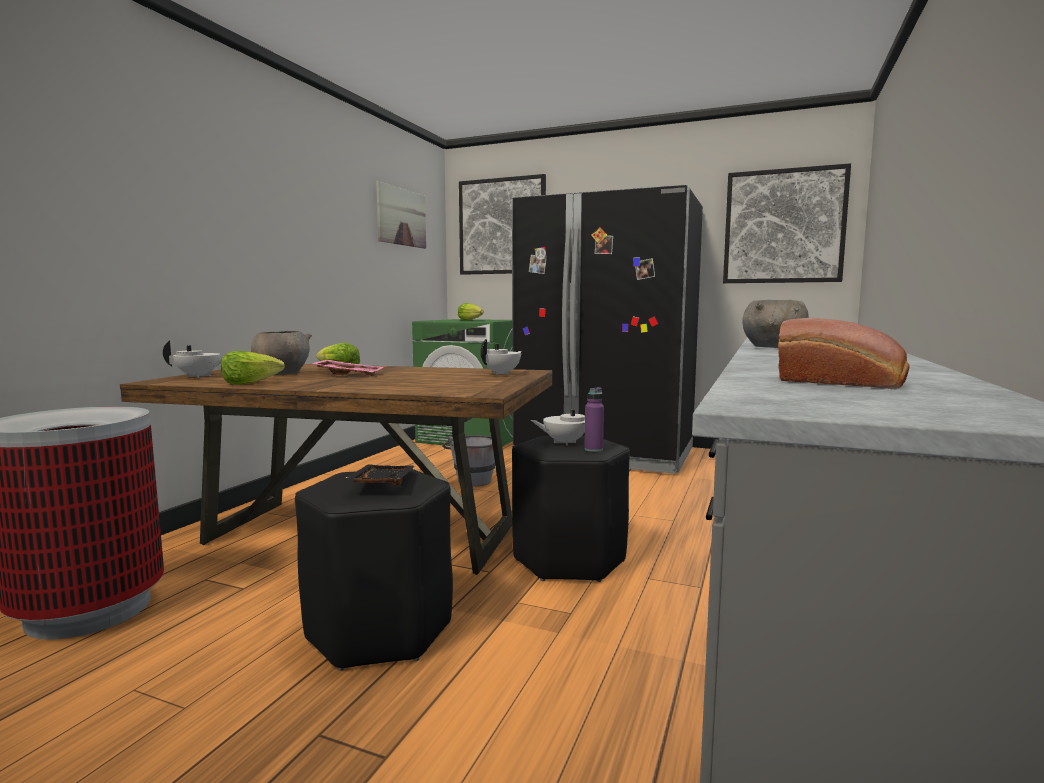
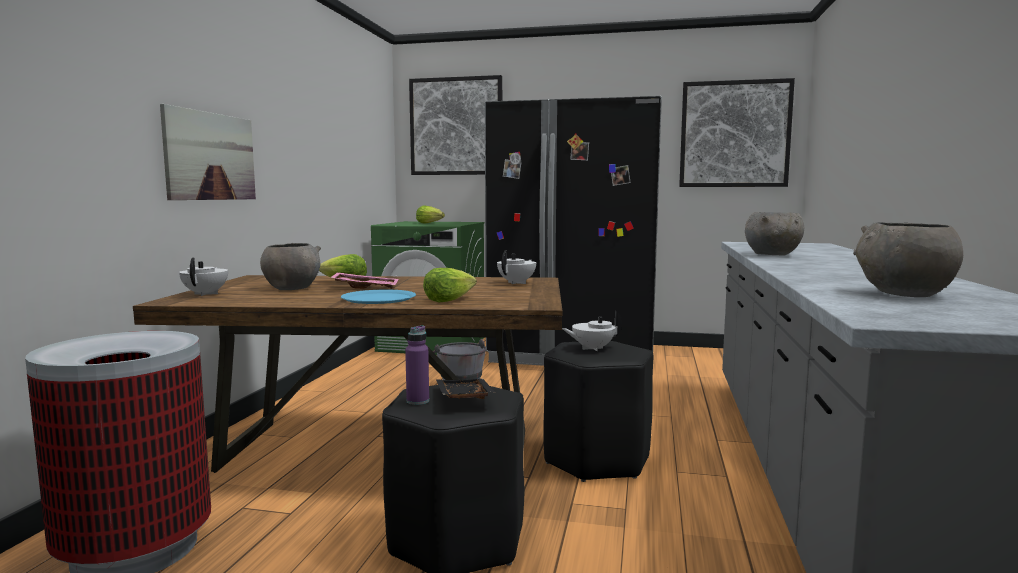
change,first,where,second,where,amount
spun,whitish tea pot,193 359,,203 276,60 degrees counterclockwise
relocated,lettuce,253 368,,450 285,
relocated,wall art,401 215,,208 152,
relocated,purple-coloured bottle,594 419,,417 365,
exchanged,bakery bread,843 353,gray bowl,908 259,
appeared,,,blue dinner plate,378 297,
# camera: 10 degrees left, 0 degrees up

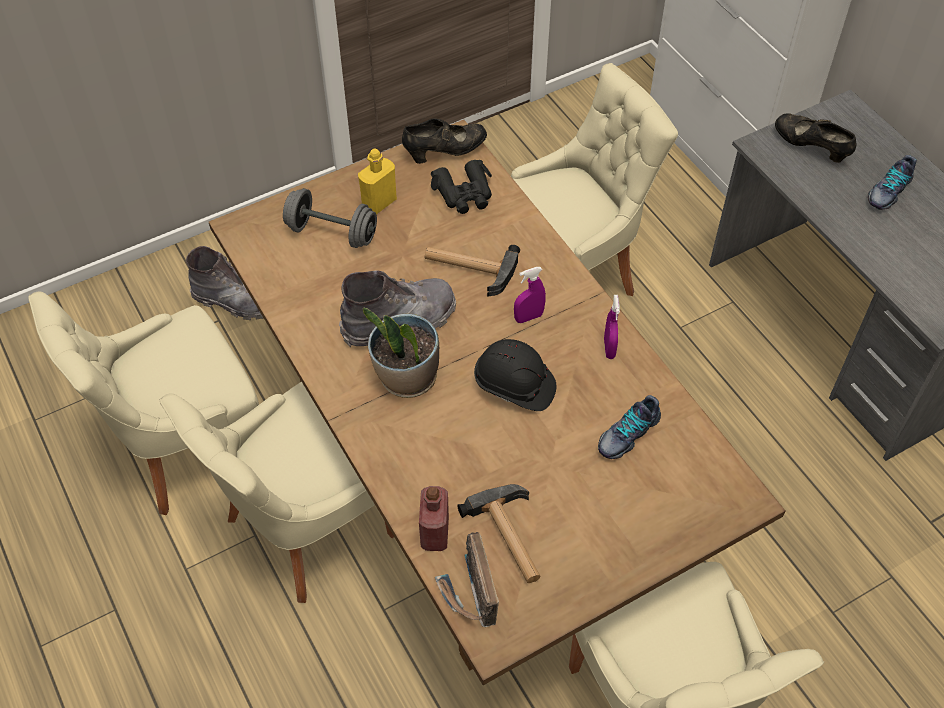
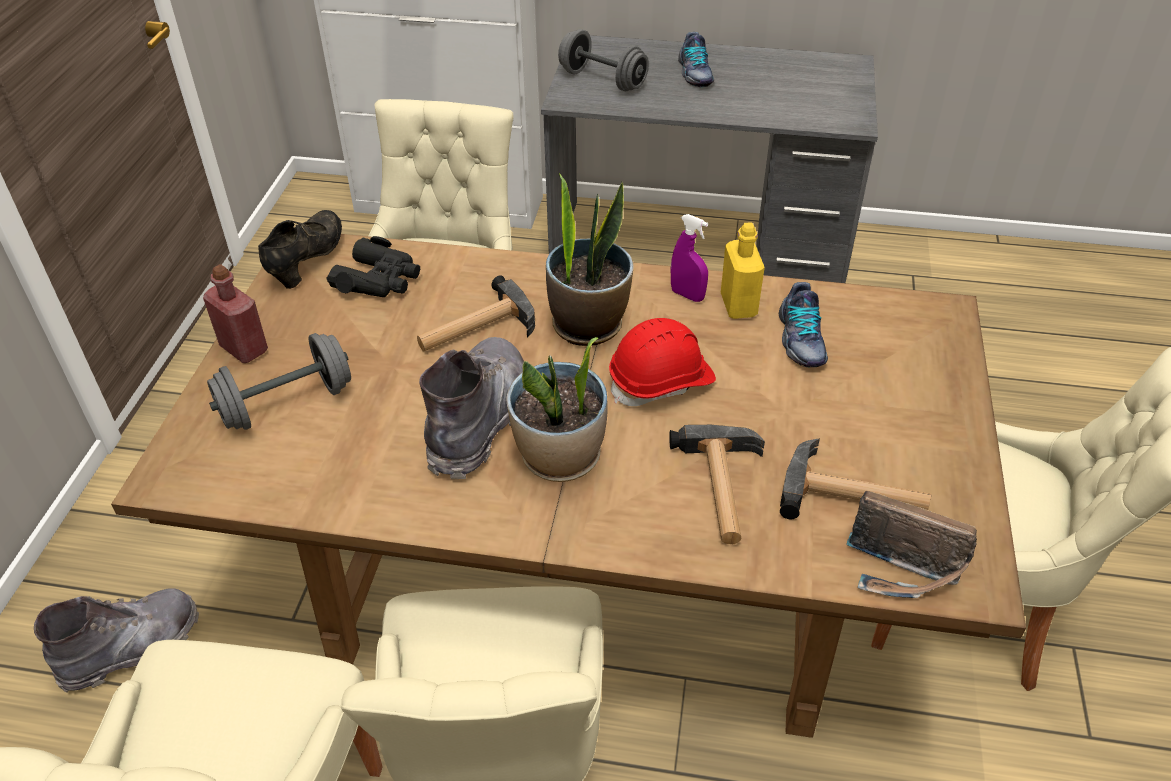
change,first,where,second,where,amount
relocated,yellow bottle,377 181,,743 270,
relocated,reddish bottle,434 518,,235 313,
colour,black hard hat,515 375,reddish hard hat,662 362,
exchanged,purple-coloured hand sprayer,530 295,houseplant,590 259,
exchanged,black shoe,816 138,gray free weight,603 60,
appeared,,,hammer,717 484,
# camera: 50 degrees left, 10 degrees down

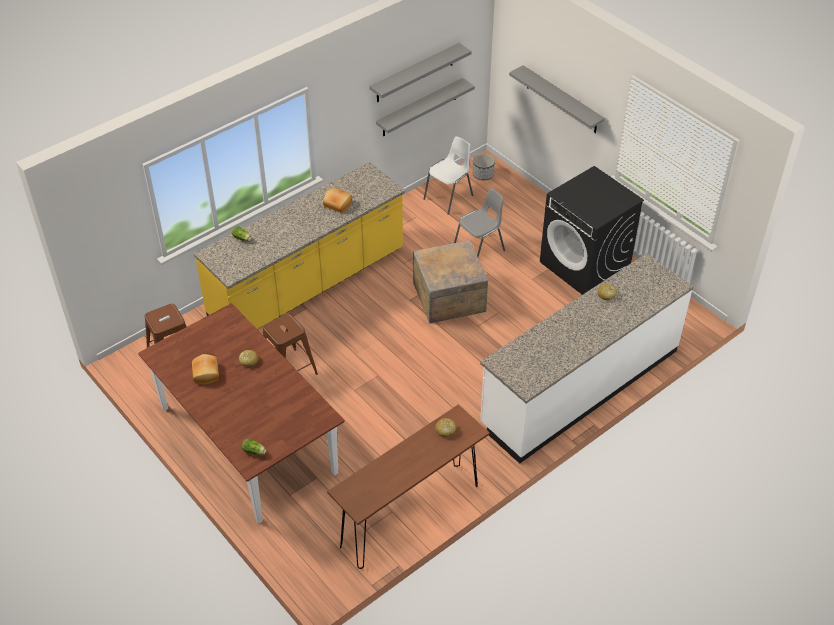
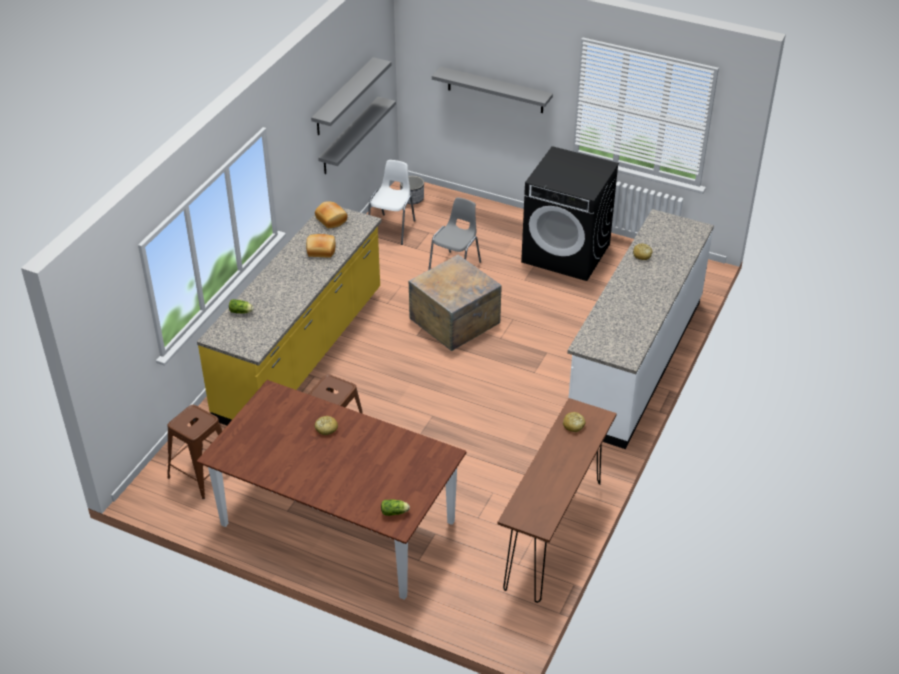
change,first,where,second,where,amount
relocated,bakery bread,205 369,,331 215,
# camera: 25 degrees left, 5 degrees down

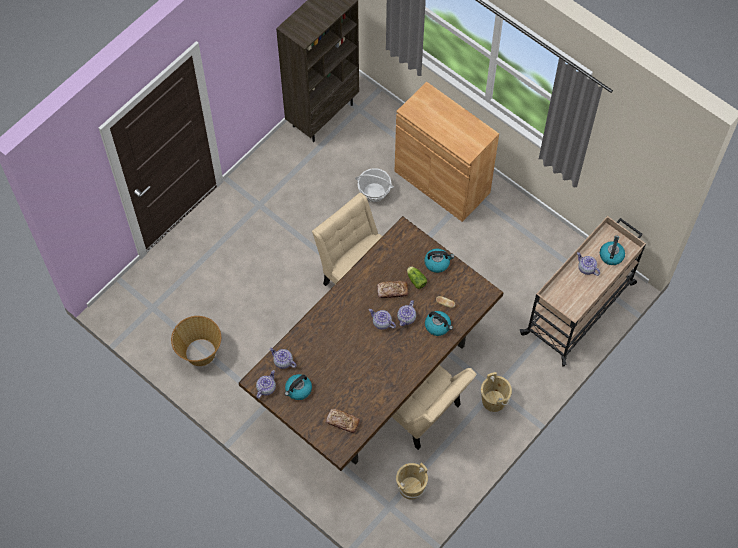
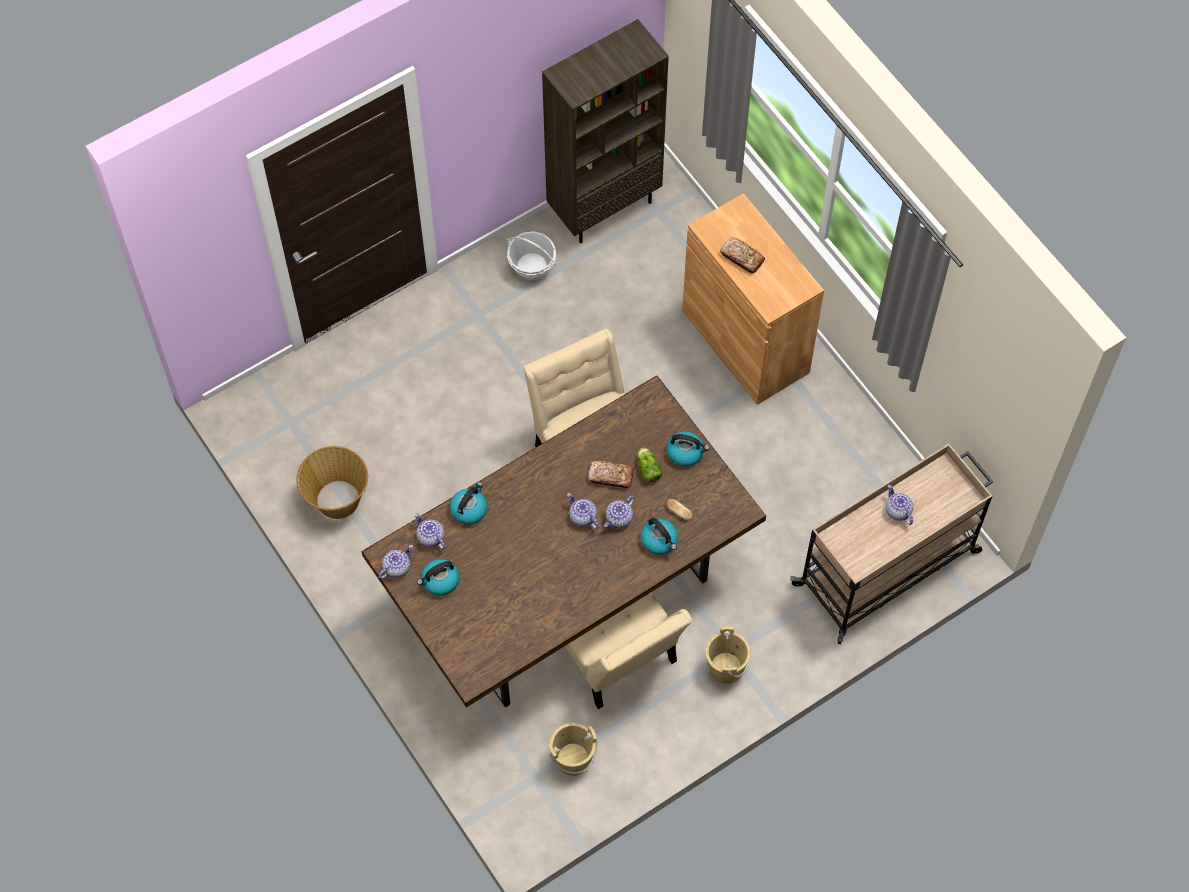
change,first,where,second,where,amount
relocated,bakery bread,343 421,,742 255,
relocated,basket,374 185,,531 255,
relocated,tea kettle,612 250,,468 503,
# camera: 15 degrees right, 0 degrees up

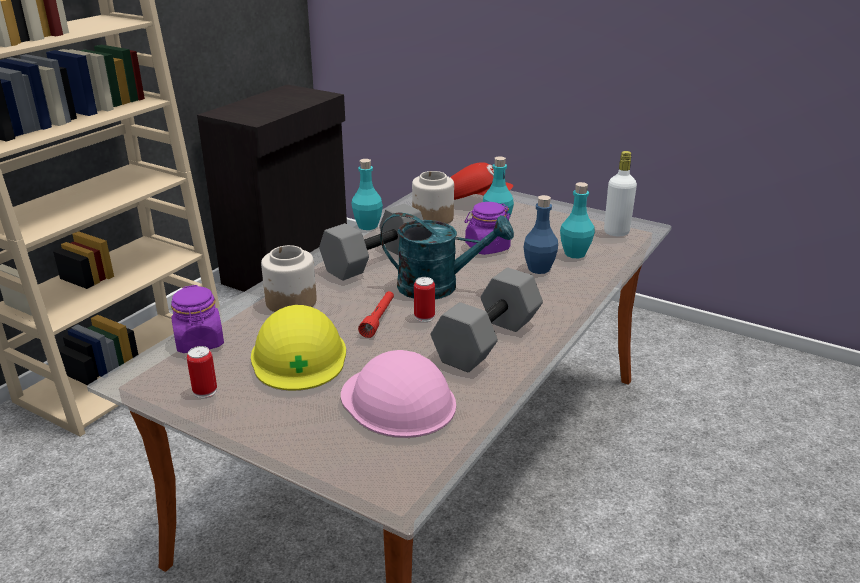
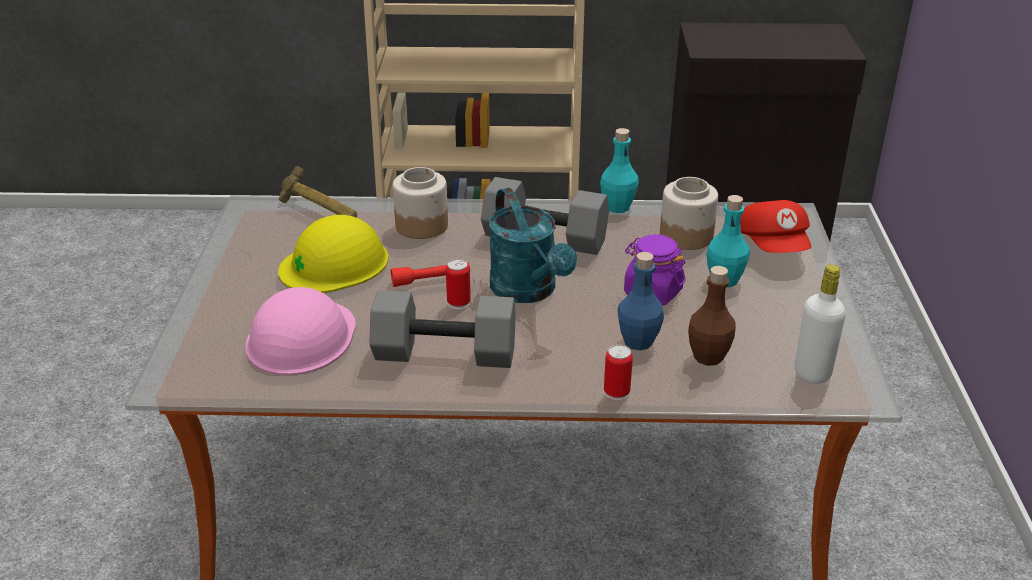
change,first,where,second,where,amount
exchanged,purple-coloured preserve jar,197 319,hammer,318 191,
relocated,can,202 372,,618 373,
colour,blue-green bottle,577 220,brown-coloured bottle,712 316,
# camera: 60 degrees right, 5 degrees up

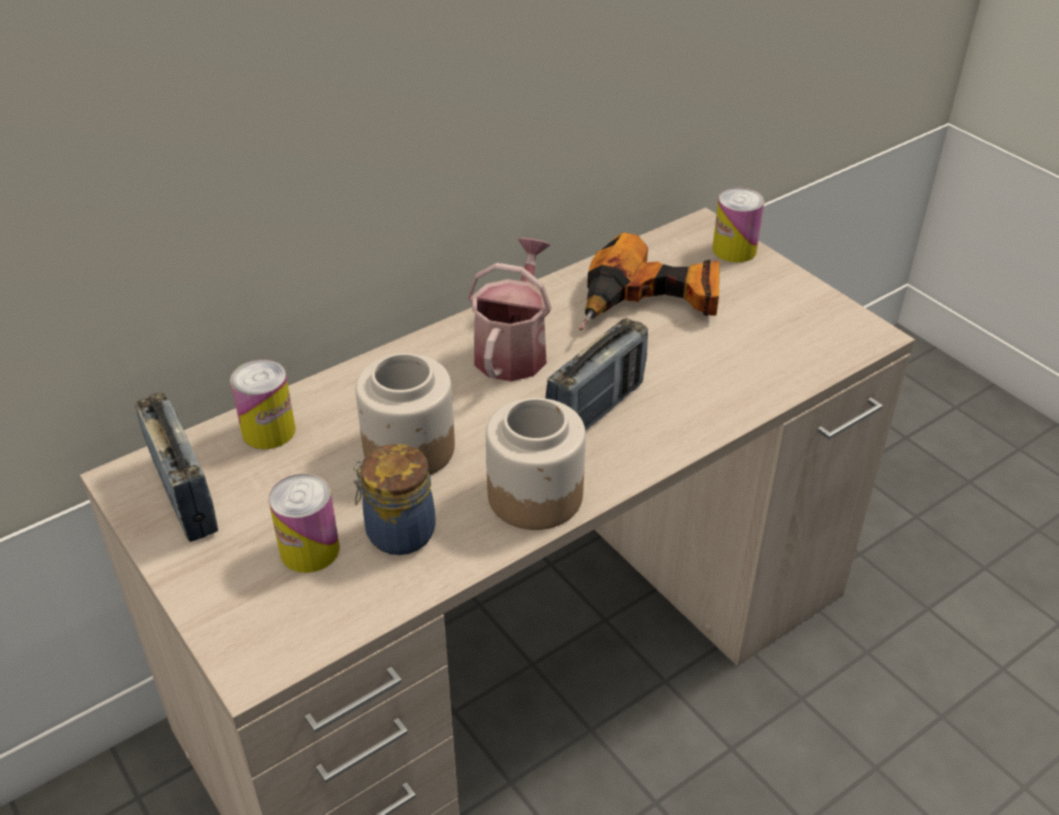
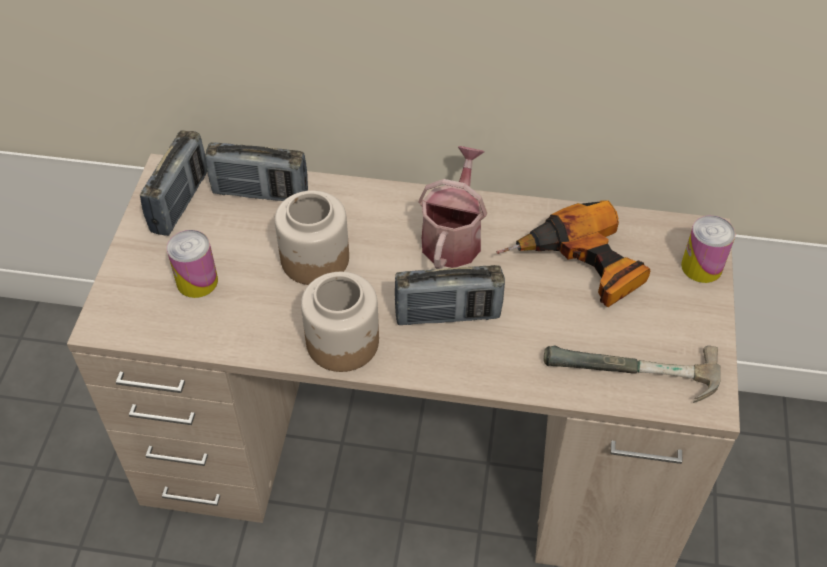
change,first,where,second,where,amount
exchanged,can,263 404,radio receiver,256 171,
missing,preserve jar,394 499,,,
spun,watering can,510 309,,452 207,45 degrees counterclockwise
appeared,,,hammer,632 374,
# camera: 45 degrees right, 10 degrees up

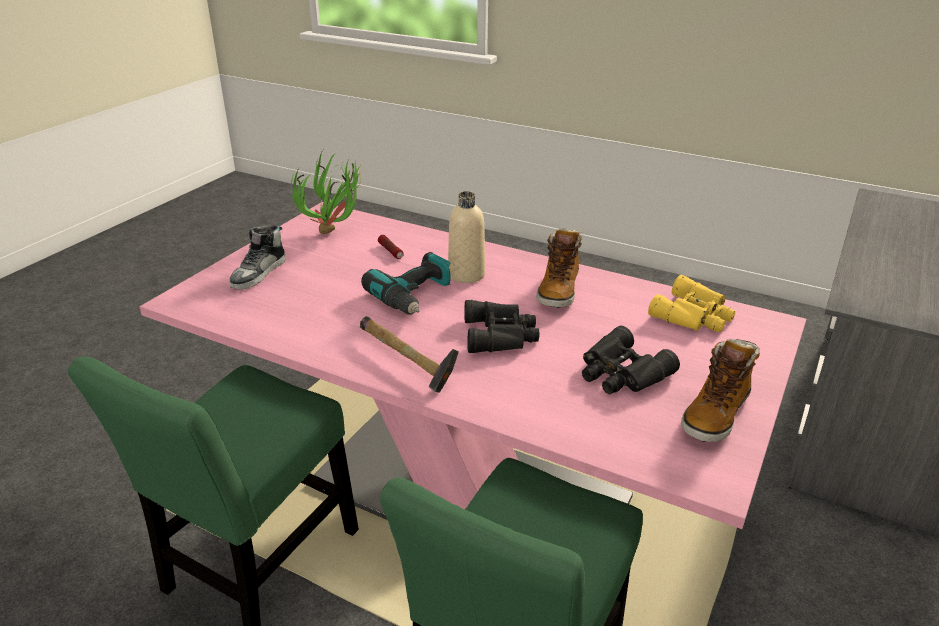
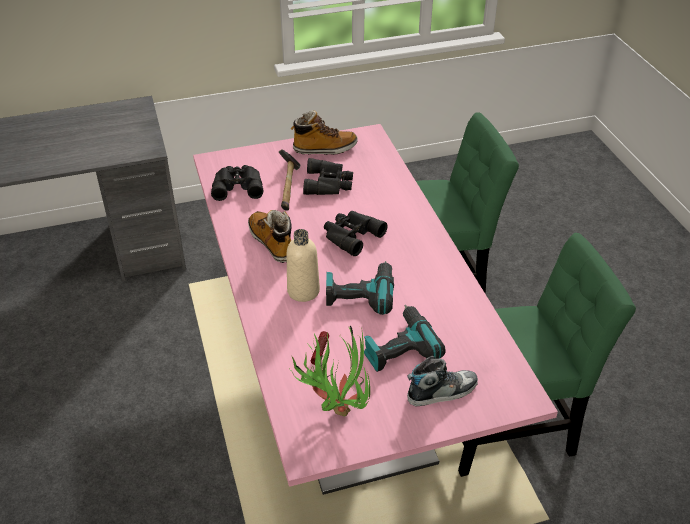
change,first,where,second,where,amount
relocated,hammer,409 354,,289 180,
spun,boot,559 268,,270 236,90 degrees counterclockwise
colour,yellow pair of binoculars,691 303,black pair of binoculars,237 183,
appeared,,,electric drill,405 338,
# camera: 135 degrees left, 10 degrees up

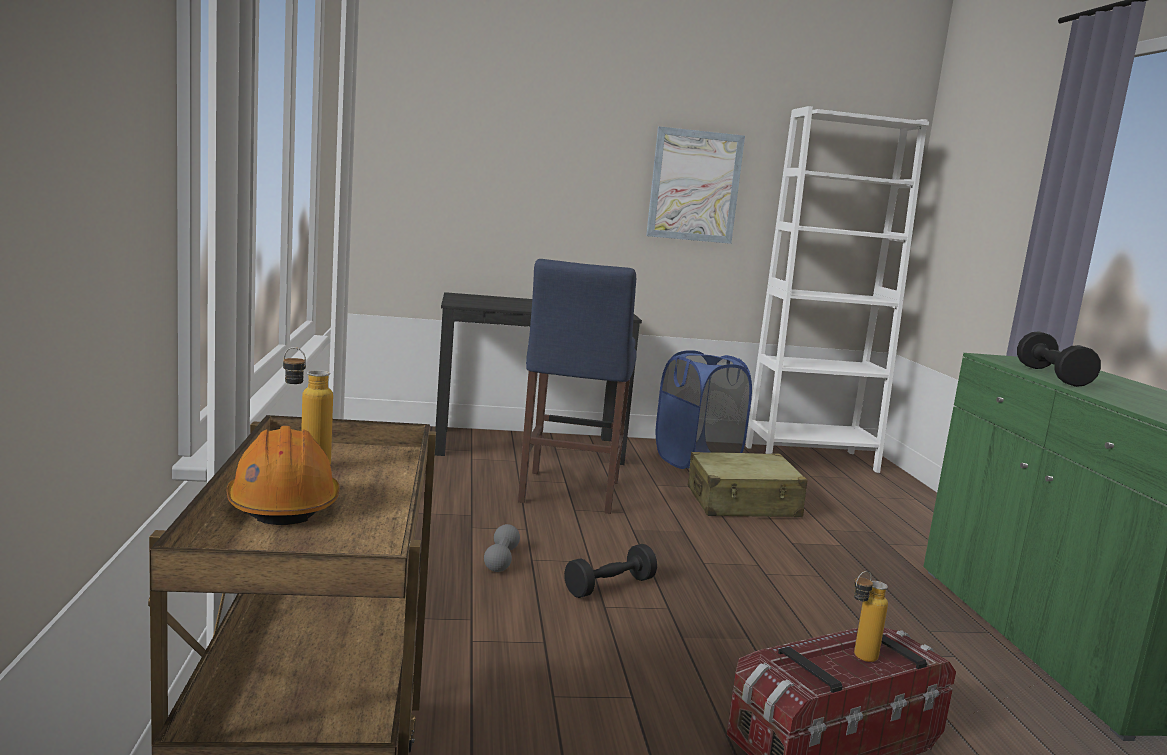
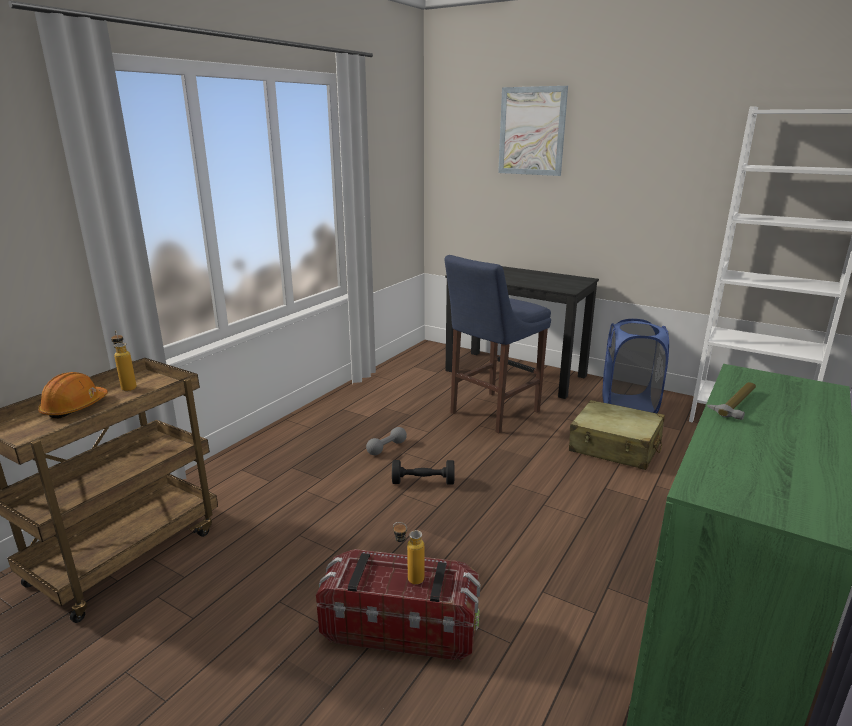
change,first,where,second,where,amount
relocated,wall art,695 185,,533 131,
exchanged,black free weight,1059 359,hammer,731 401,
# camera: 40 degrees right, 10 degrees up

